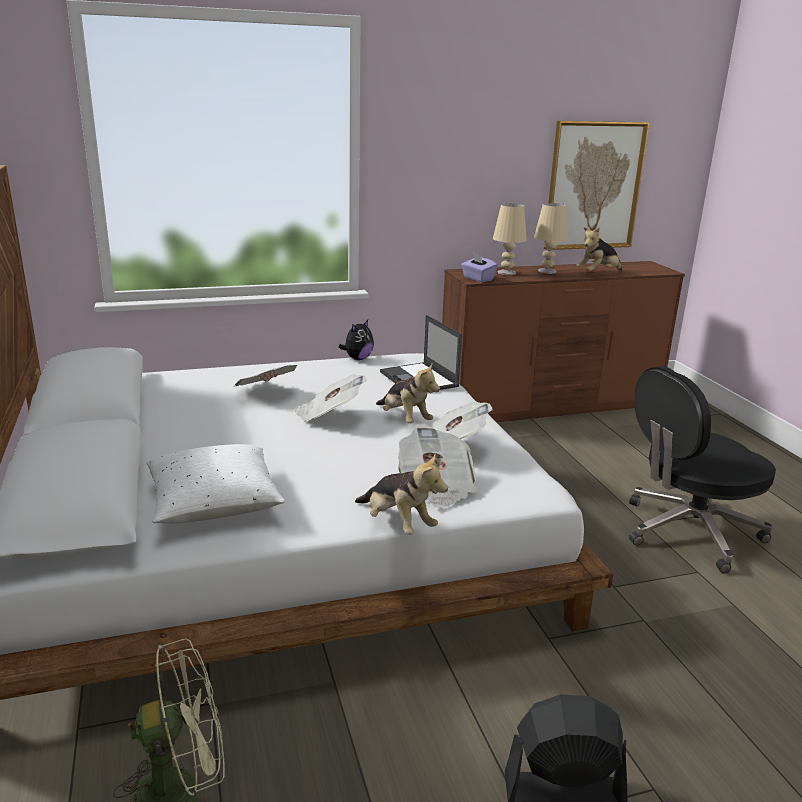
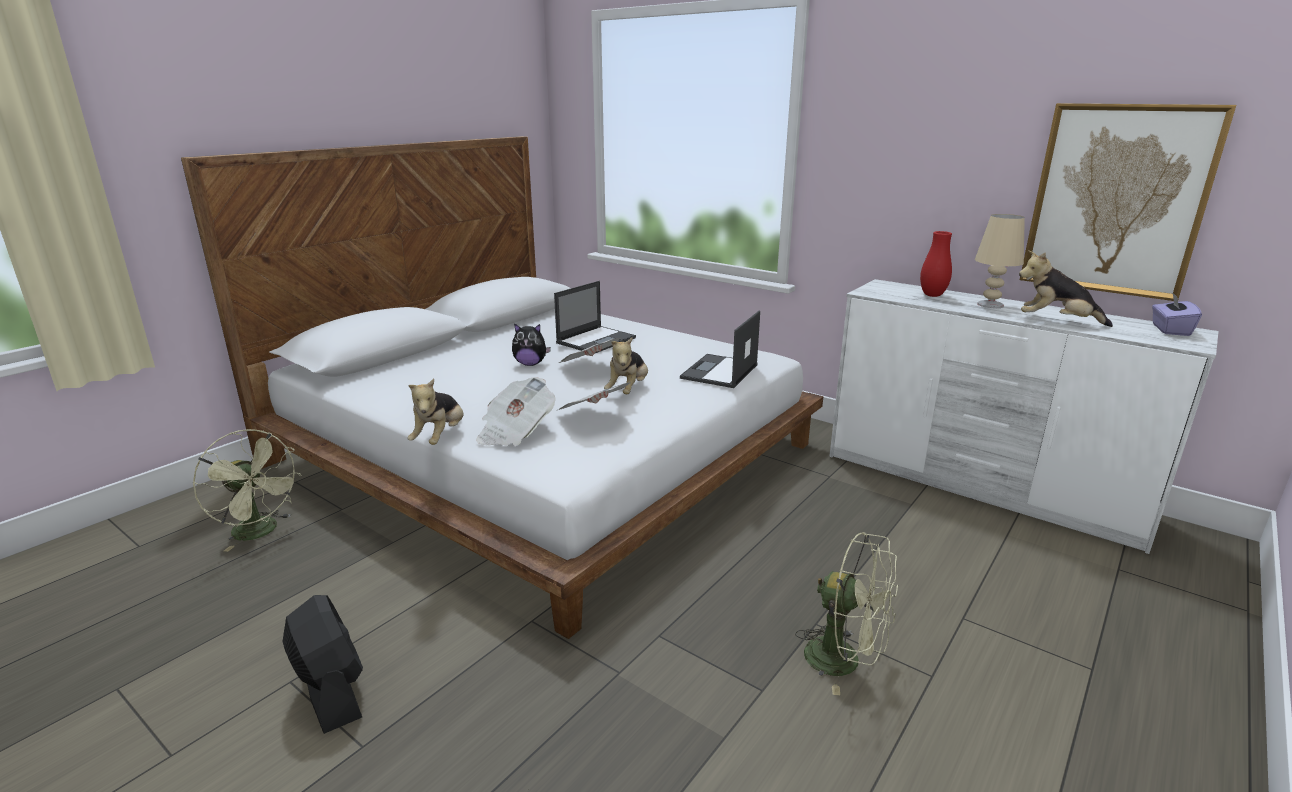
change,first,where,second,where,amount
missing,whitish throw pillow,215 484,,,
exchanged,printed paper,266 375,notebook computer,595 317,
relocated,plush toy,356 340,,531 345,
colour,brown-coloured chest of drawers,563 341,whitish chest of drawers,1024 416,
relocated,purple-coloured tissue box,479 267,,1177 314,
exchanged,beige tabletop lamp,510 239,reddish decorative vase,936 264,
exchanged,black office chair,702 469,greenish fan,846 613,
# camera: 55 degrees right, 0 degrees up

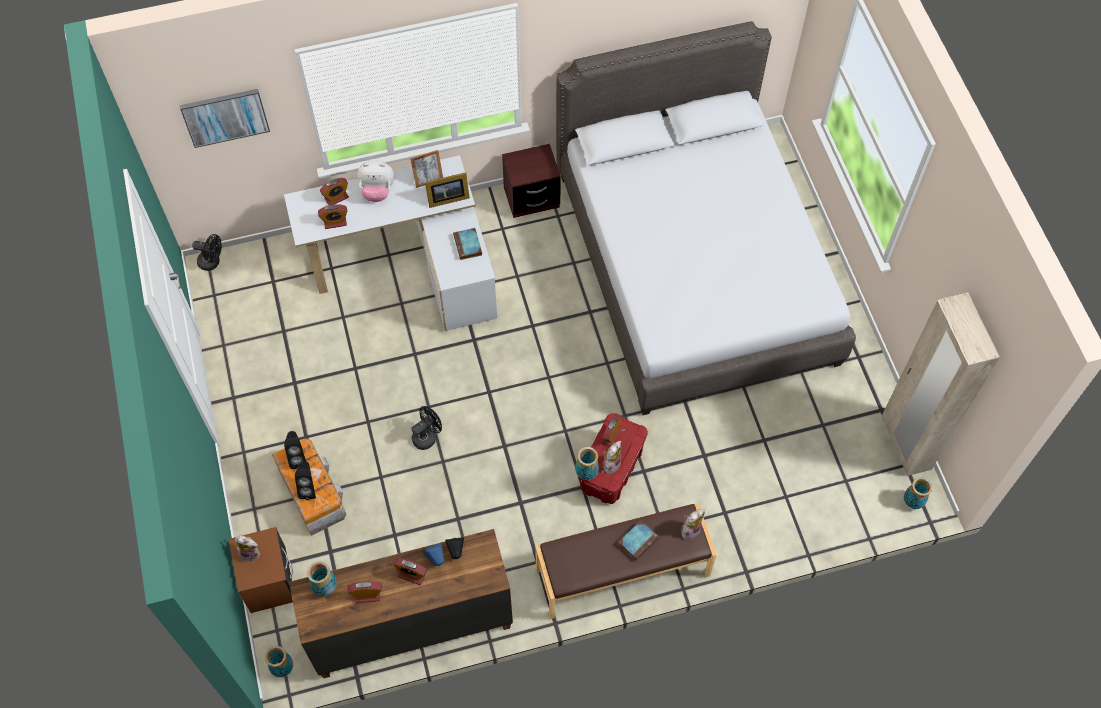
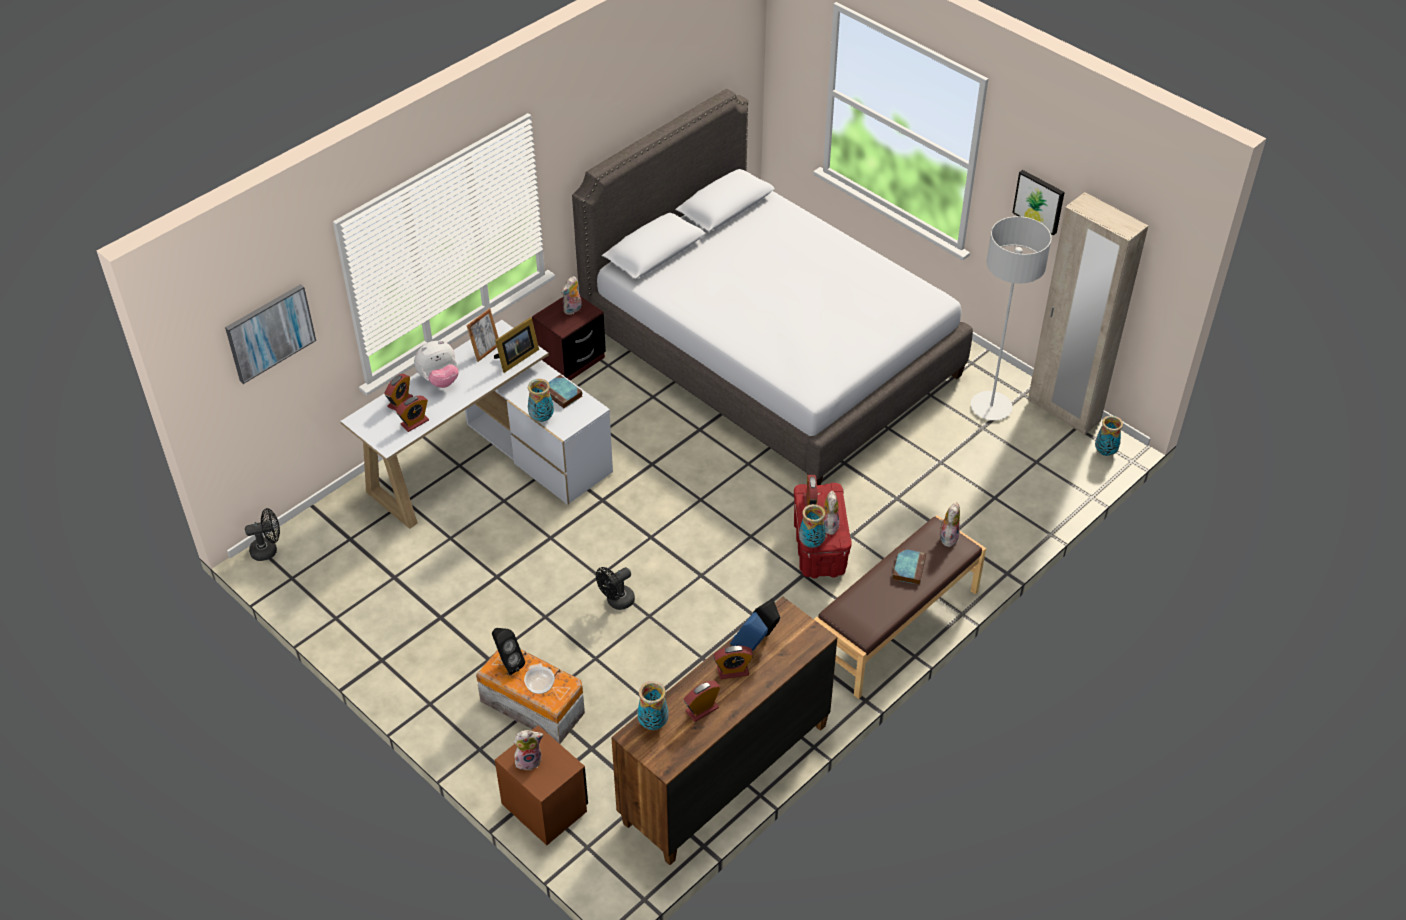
change,first,where,second,where,amount
relocated,decorative vase,279 661,,541 400,
exchanged,black loudspeaker,305 481,bowl,539 680,
spun,black fan,426 428,,615 588,150 degrees counterclockwise
appeared,,,plush toy,571 295,
appeared,,,gray standard lamp,1011 318,
appeared,,,wall art,1038 202,
# camera: 30 degrees left, 15 degrees down

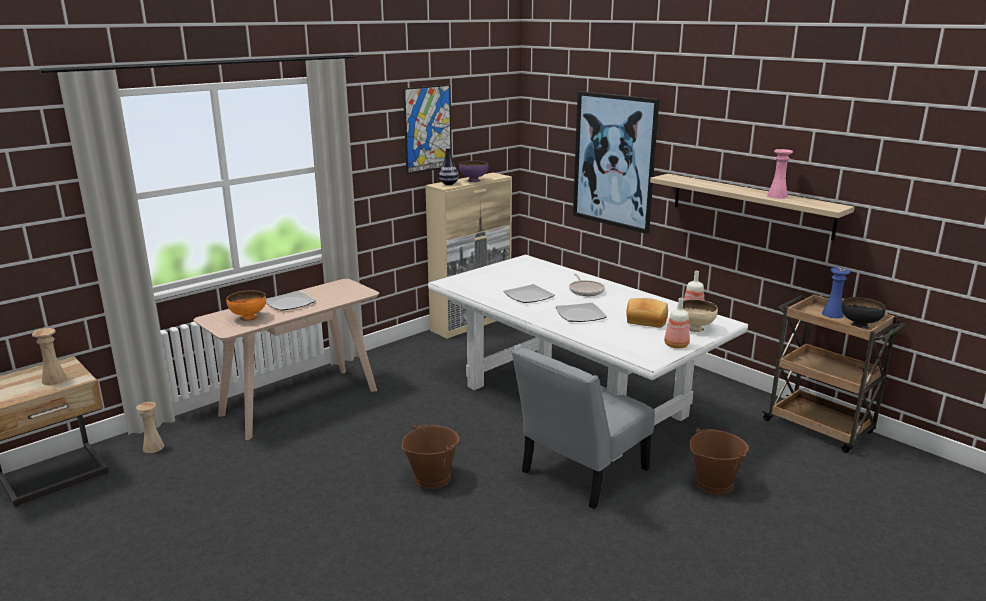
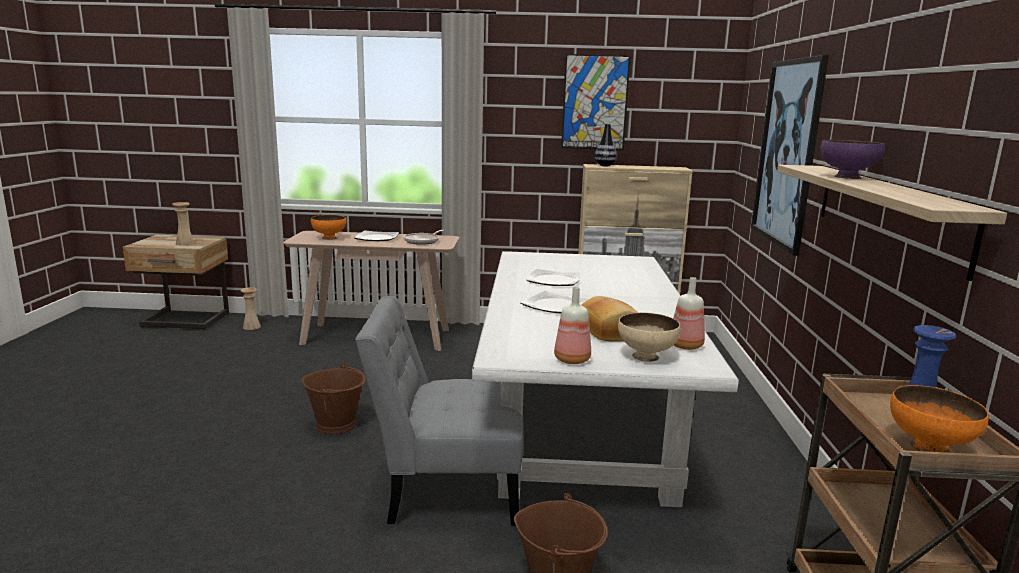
change,first,where,second,where,amount
relocated,purple-coloured bowl,473 171,,852 159,
relocated,skillet,587 285,,424 237,
missing,pink decorative vase,780 174,,,
colour,black bowl,864 313,orange bowl,939 419,
# camera: 45 degrees right, 5 degrees down

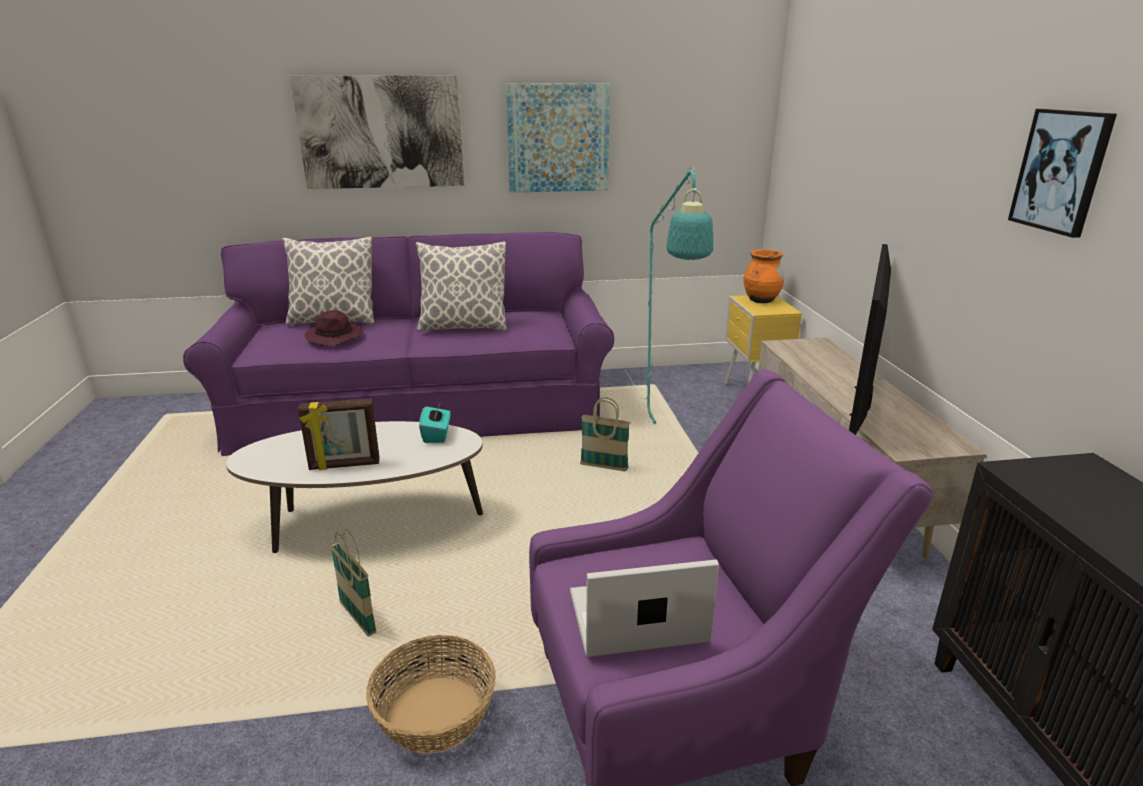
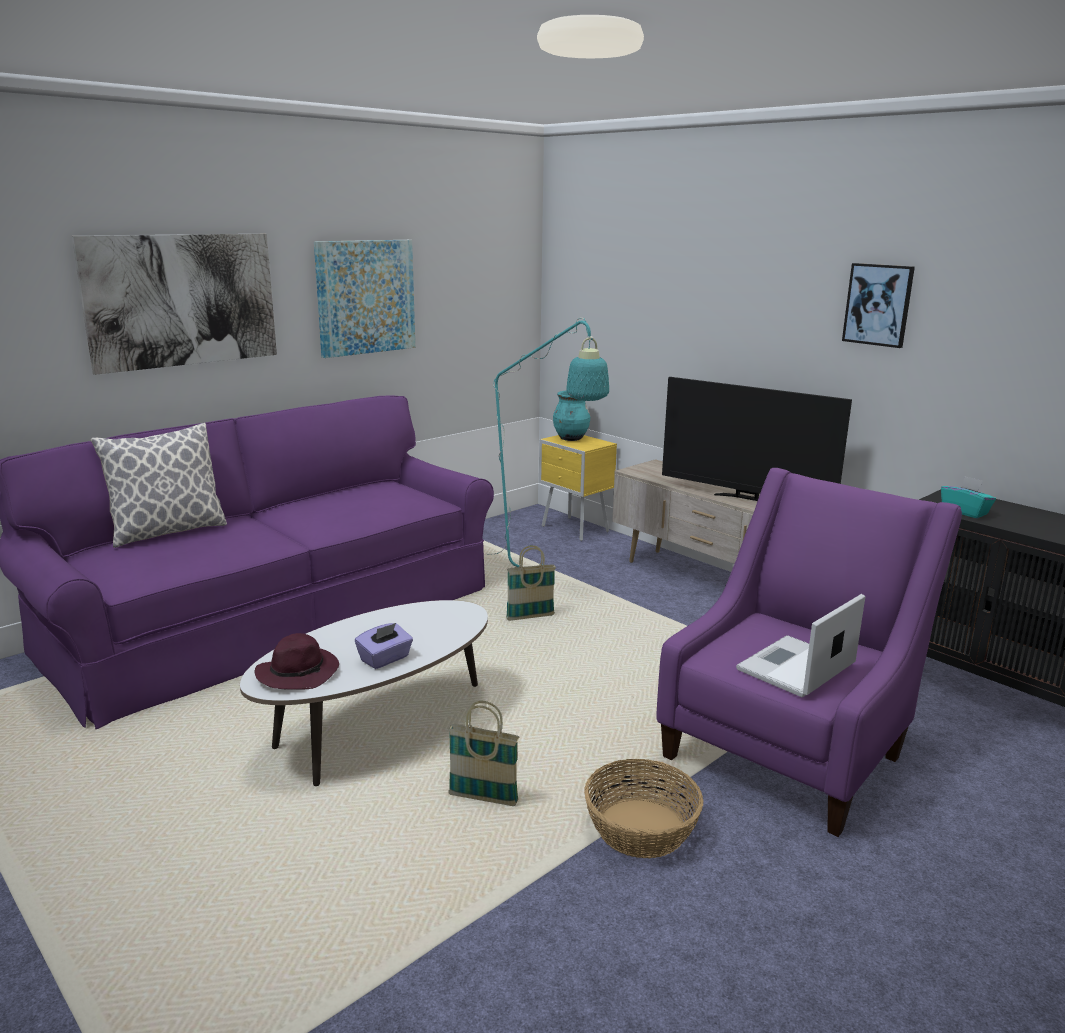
change,first,where,second,where,amount
exchanged,standing frame,339 434,purple-coloured tissue box,384 646,
relocated,purple-coloured clothing hat,333 328,,297 661,
missing,throw pillow,461 287,,,
relocated,blue-green tissue box,435 423,,968 497,
colour,orange decorative vase,763 276,blue-green decorative vase,571 416,
spun,television,870 339,,757 439,45 degrees counterclockwise
# camera: 35 degrees left, 5 degrees down

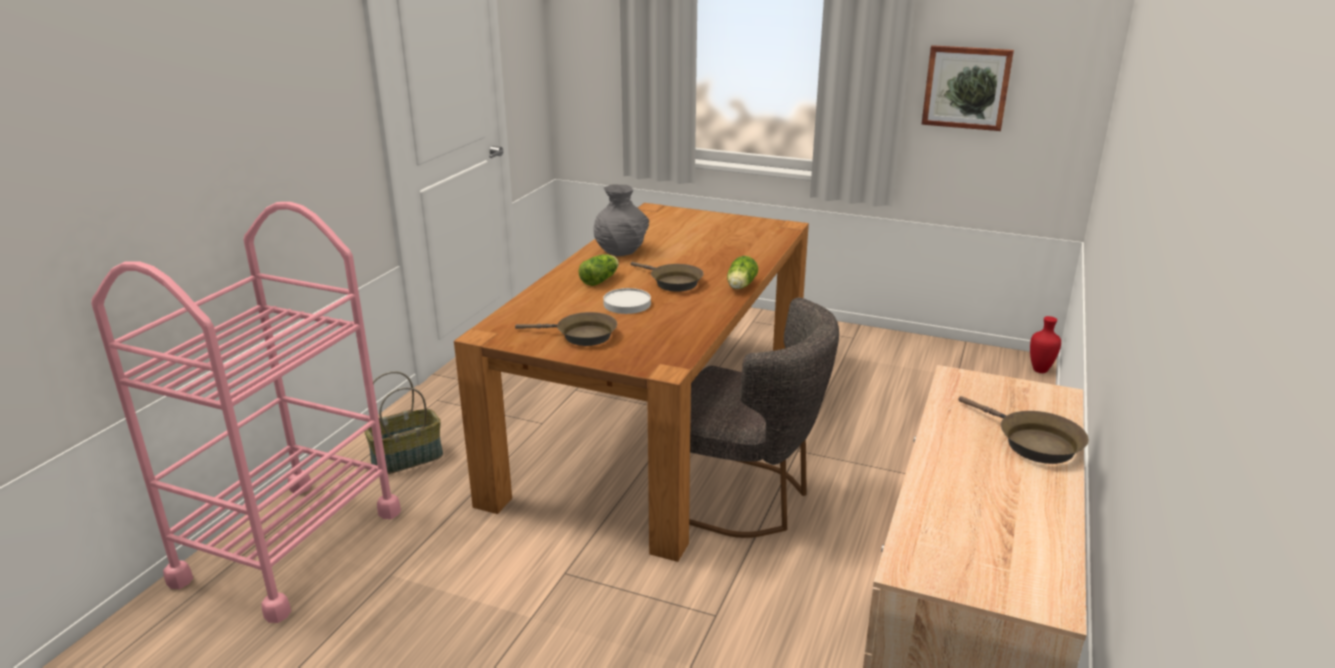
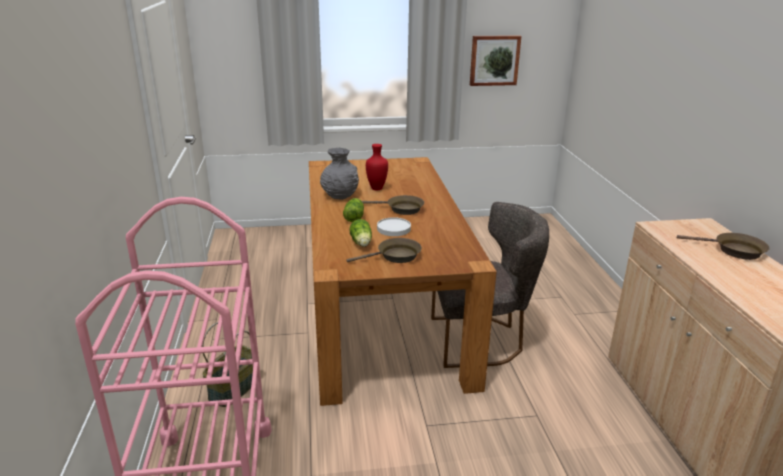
change,first,where,second,where,amount
relocated,lettuce,742 272,,361 233,
relocated,reddish decorative vase,1045 344,,377 167,
# camera: 30 degrees left, 0 degrees up

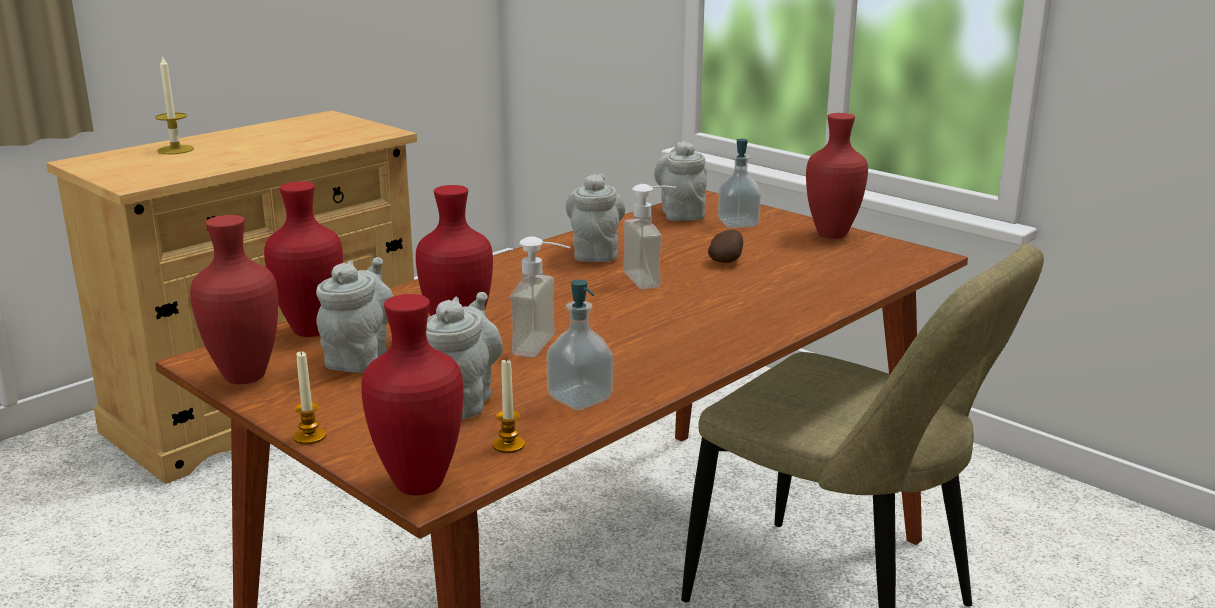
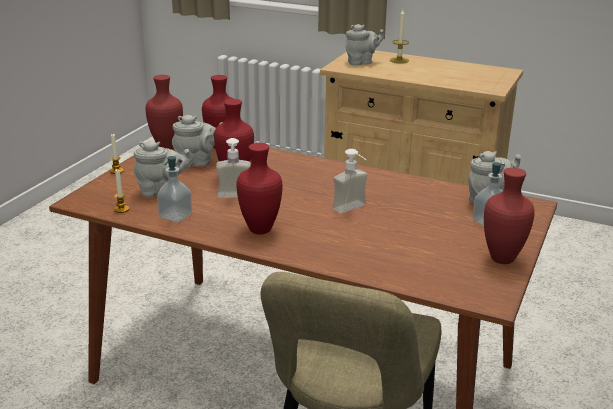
change,first,where,second,where,amount
relocated,reddish decorative vase,412 394,,260 189,
relocated,gray tea pot,595 217,,364 44,
missing,spud,725 246,,,
# camera: 70 degrees right, 5 degrees up

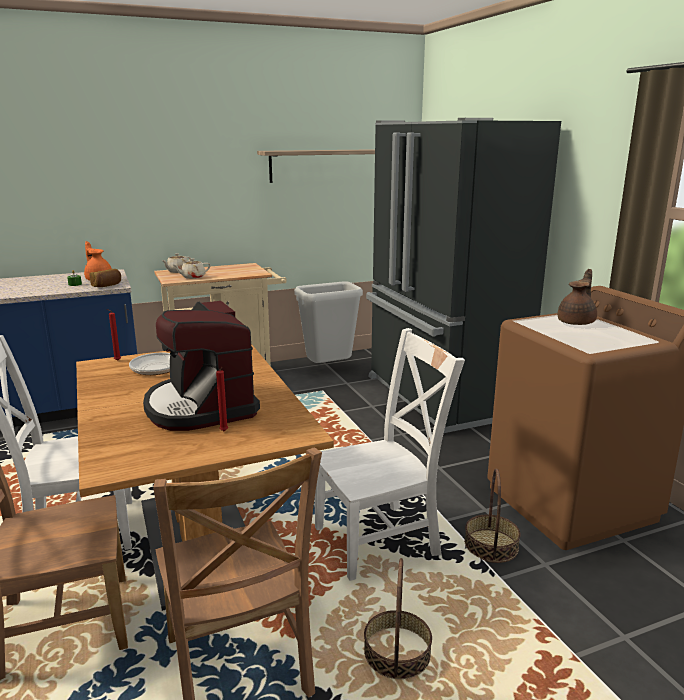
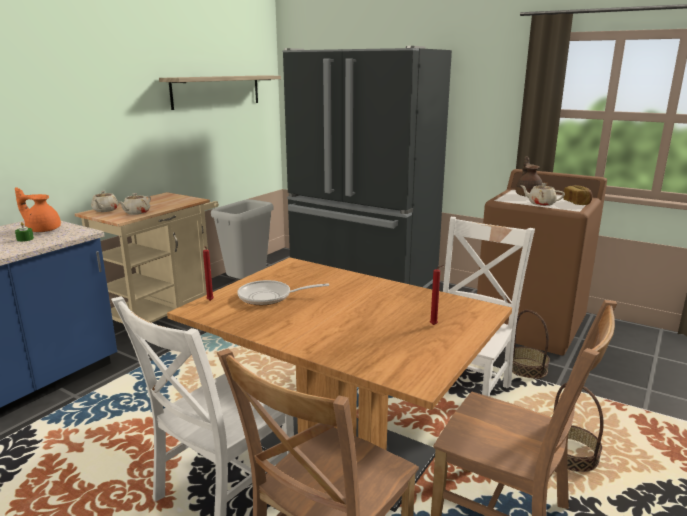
change,first,where,second,where,amount
relocated,bakery bread,105 278,,578 195,
missing,coffee brewer,201 366,,,
appeared,,,beige tea pot,542 194,
# camera: 35 degrees left, 0 degrees up

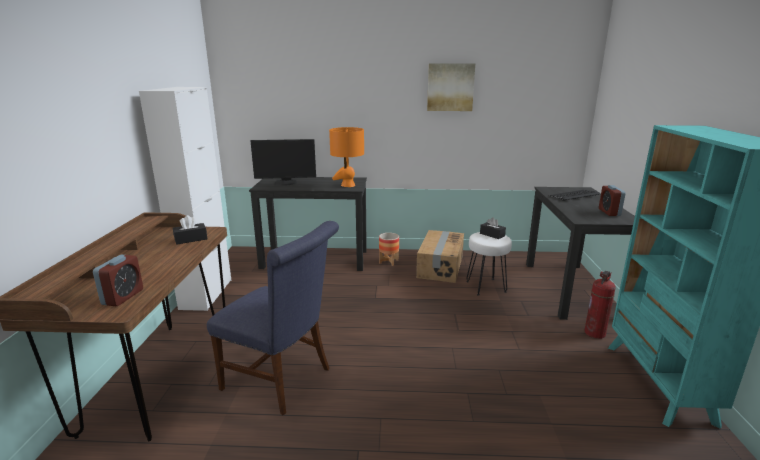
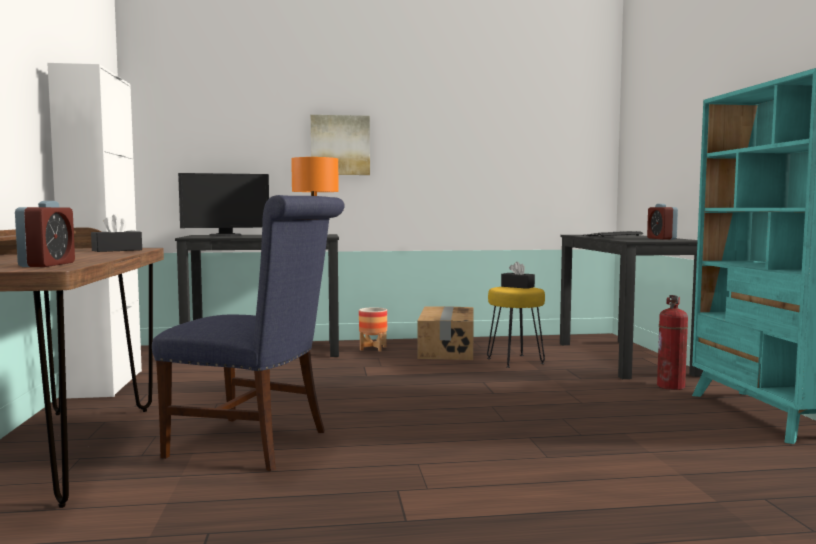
change,first,where,second,where,amount
relocated,wall art,451 87,,340 145,
colour,whitish sitting stool,489 264,yellow sitting stool,516 327,
# camera: 10 degrees left, 15 degrees down

